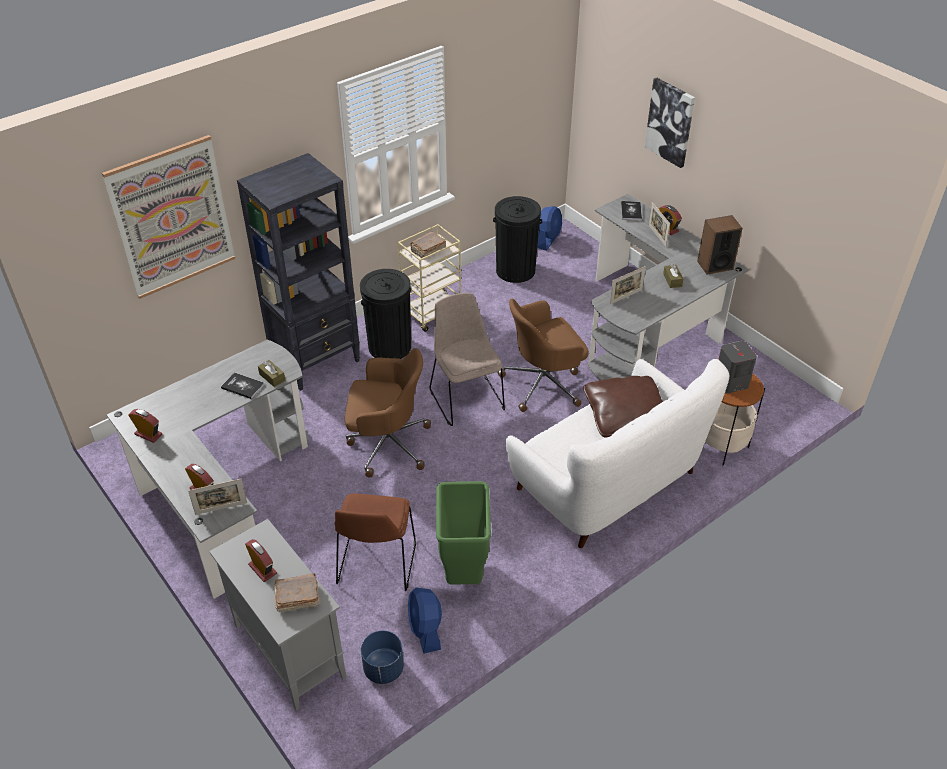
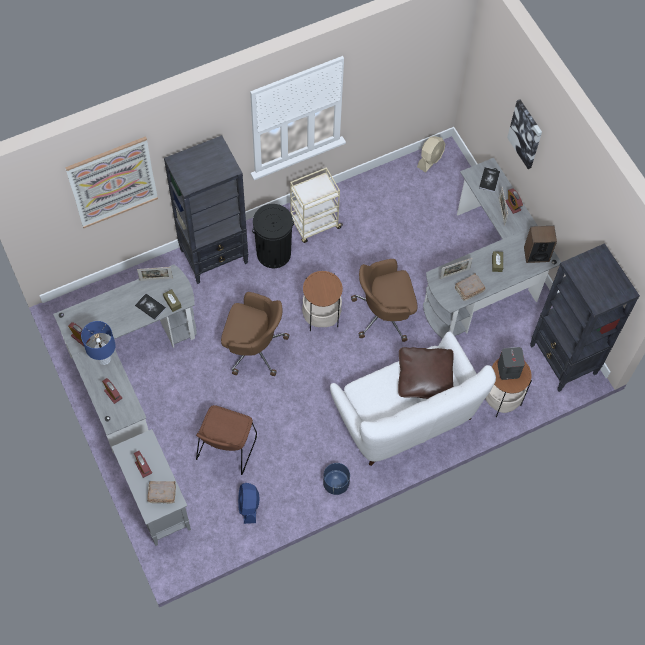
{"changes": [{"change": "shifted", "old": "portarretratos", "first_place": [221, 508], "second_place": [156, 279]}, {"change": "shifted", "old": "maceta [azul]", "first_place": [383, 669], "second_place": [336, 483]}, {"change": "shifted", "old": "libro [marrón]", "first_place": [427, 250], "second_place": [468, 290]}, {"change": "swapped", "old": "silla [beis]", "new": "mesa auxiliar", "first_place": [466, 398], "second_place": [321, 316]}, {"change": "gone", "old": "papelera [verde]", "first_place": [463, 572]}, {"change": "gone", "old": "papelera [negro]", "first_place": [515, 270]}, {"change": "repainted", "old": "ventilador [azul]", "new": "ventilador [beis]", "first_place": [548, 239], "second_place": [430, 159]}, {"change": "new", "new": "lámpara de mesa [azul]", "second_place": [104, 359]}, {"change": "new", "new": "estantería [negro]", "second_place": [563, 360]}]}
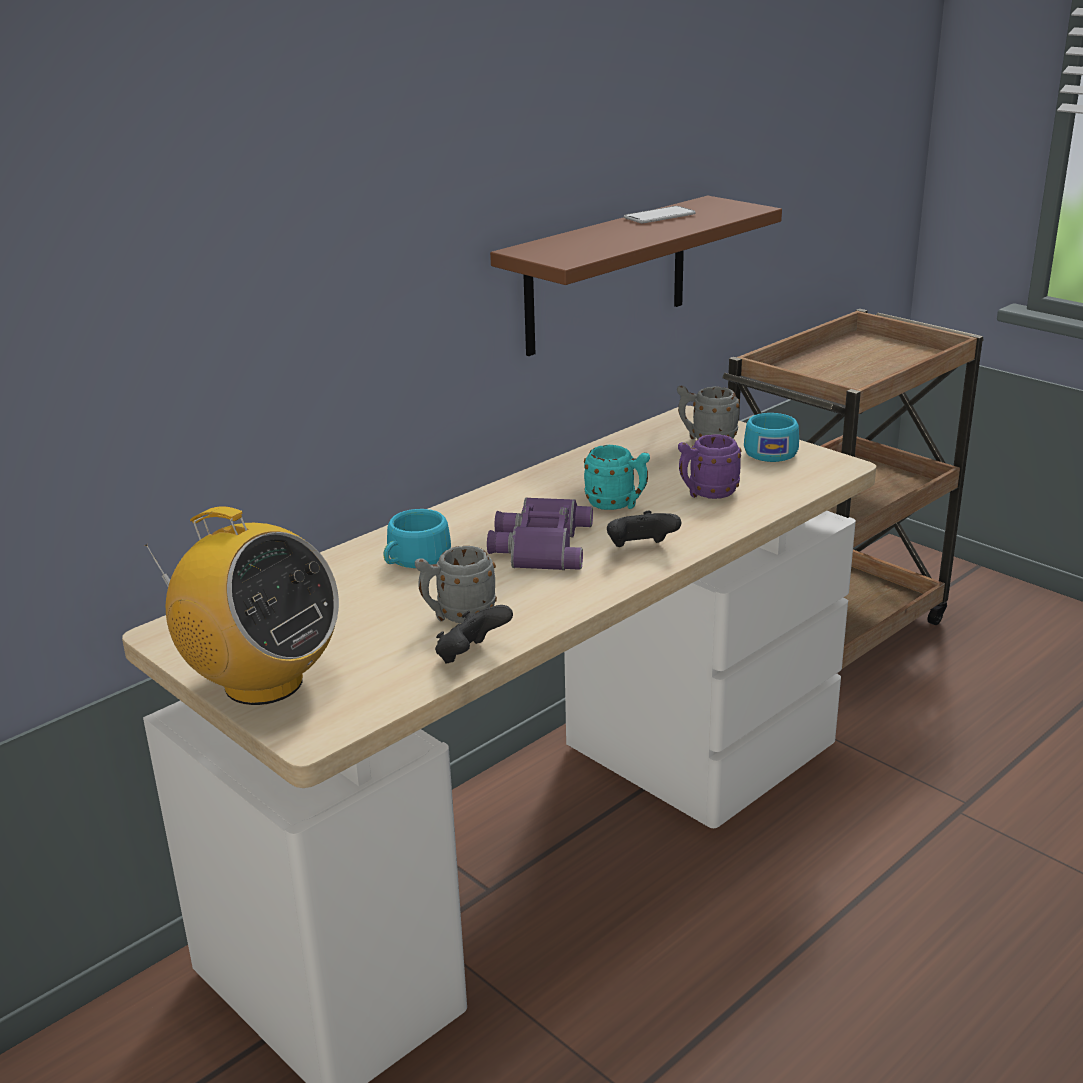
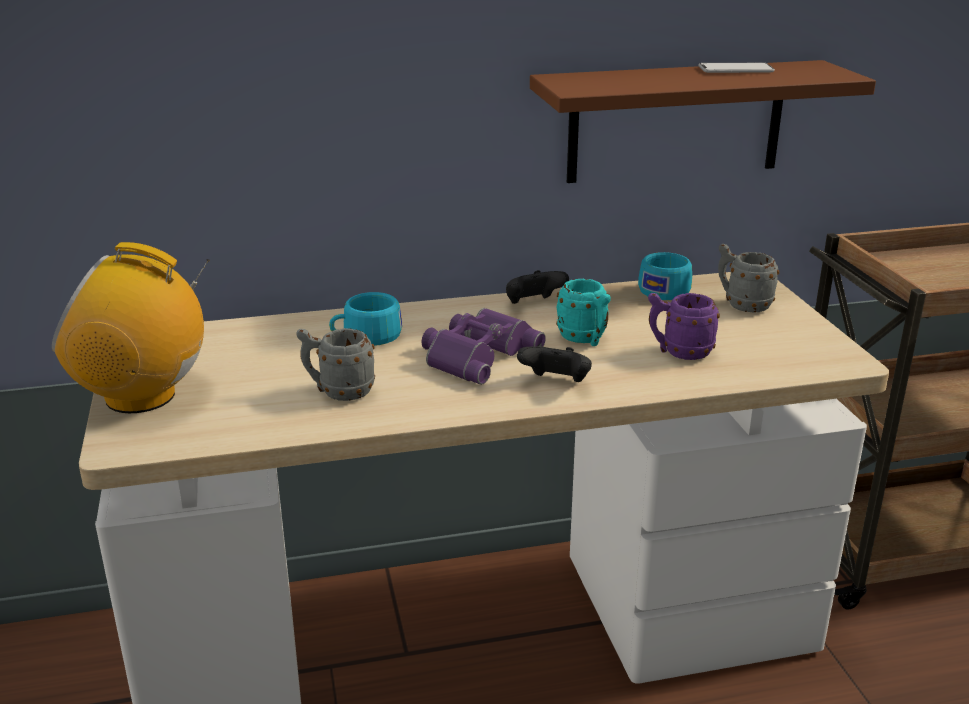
{"changes": [{"change": "rotated", "old": "radio", "first_place": [262, 683], "second_place": [142, 396], "degrees": 120}, {"change": "shifted", "old": "mando de consola [negro]", "first_place": [471, 656], "second_place": [533, 304]}, {"change": "shifted", "old": "taza [turquesa]", "first_place": [770, 451], "second_place": [667, 290]}]}
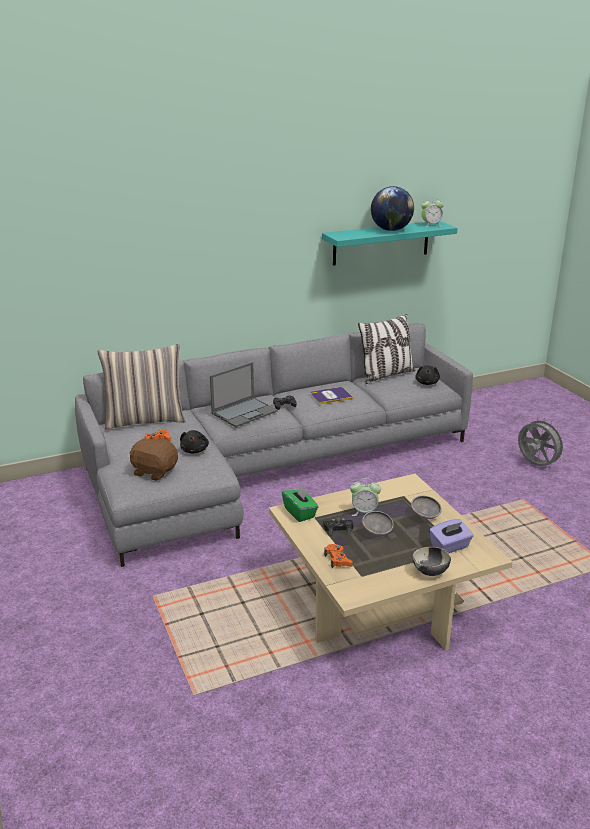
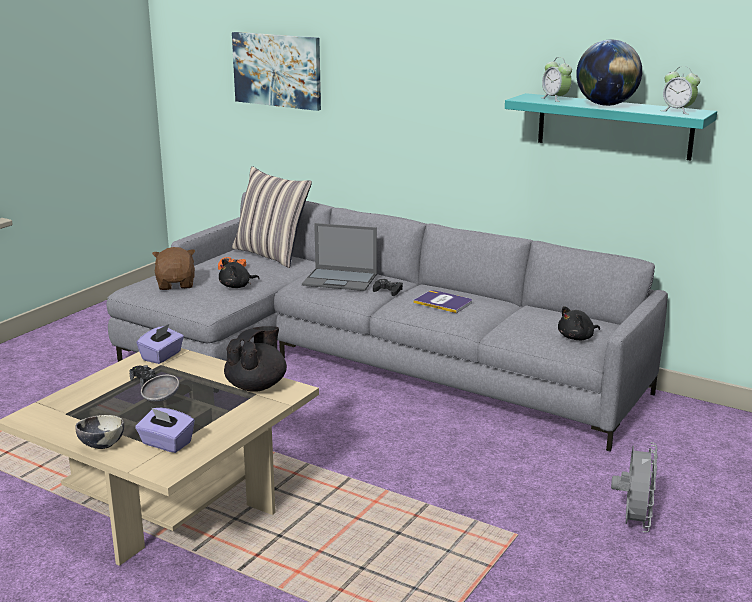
{"changes": [{"change": "repainted", "old": "caja de pañuelos [verde]", "new": "caja de pañuelos [morado]", "first_place": [300, 513], "second_place": [162, 356]}, {"change": "gone", "old": "mando de consola [naranja]", "first_place": [338, 560]}, {"change": "shifted", "old": "despertador", "first_place": [364, 512], "second_place": [555, 99]}, {"change": "gone", "old": "cojín", "first_place": [386, 375]}, {"change": "gone", "old": "cuenco [gris]", "first_place": [425, 516]}, {"change": "new", "new": "tetera [negro]", "second_place": [257, 386]}, {"change": "new", "new": "cuadro", "second_place": [277, 70]}]}
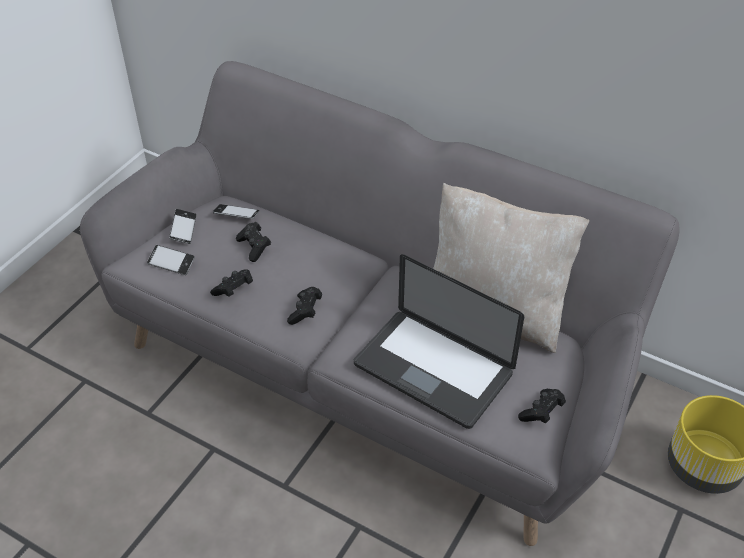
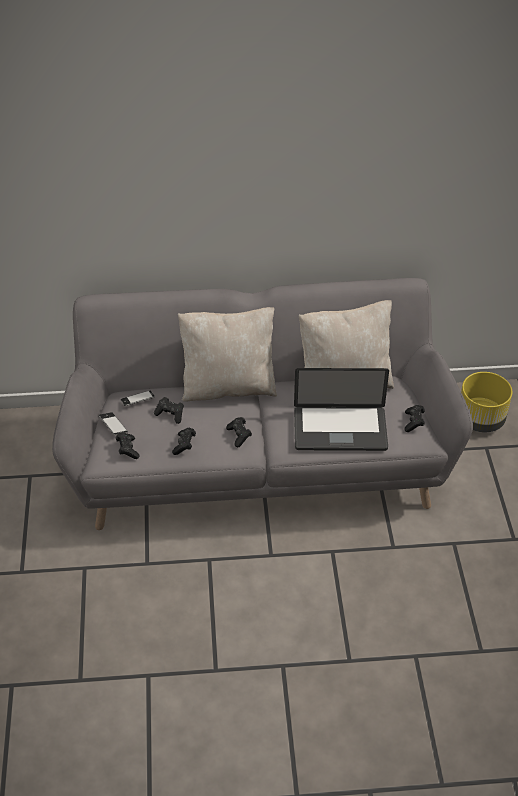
{"changes": [{"change": "swapped", "old": "móvil", "new": "mando de consola [negro]", "first_place": [171, 263], "second_place": [127, 449]}, {"change": "new", "new": "cojín [beis]", "second_place": [228, 386]}]}
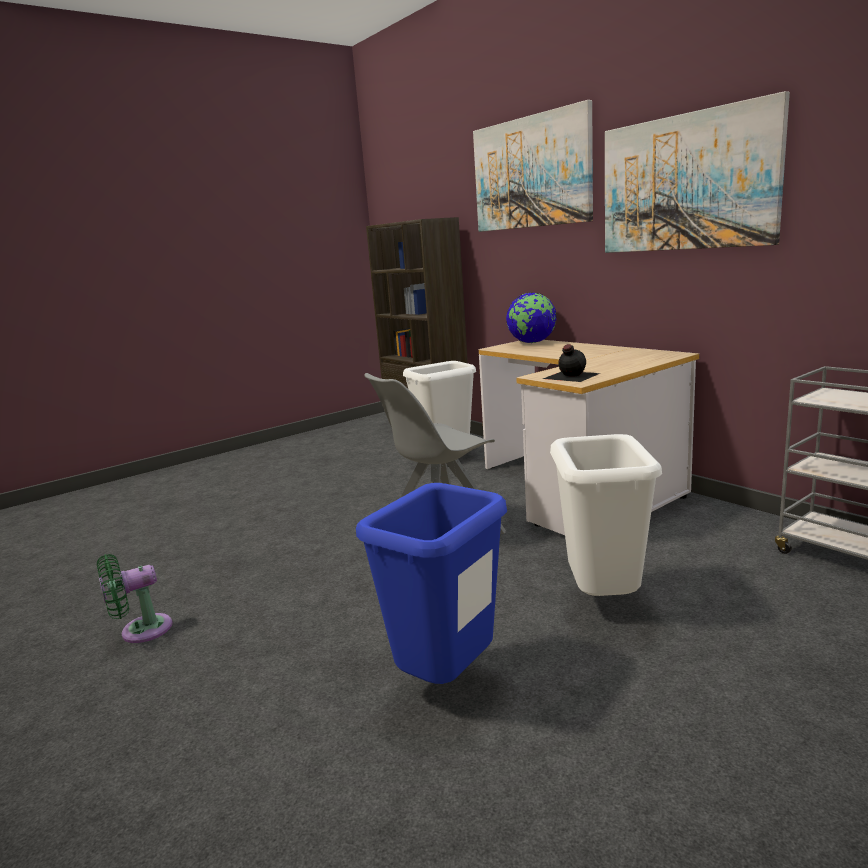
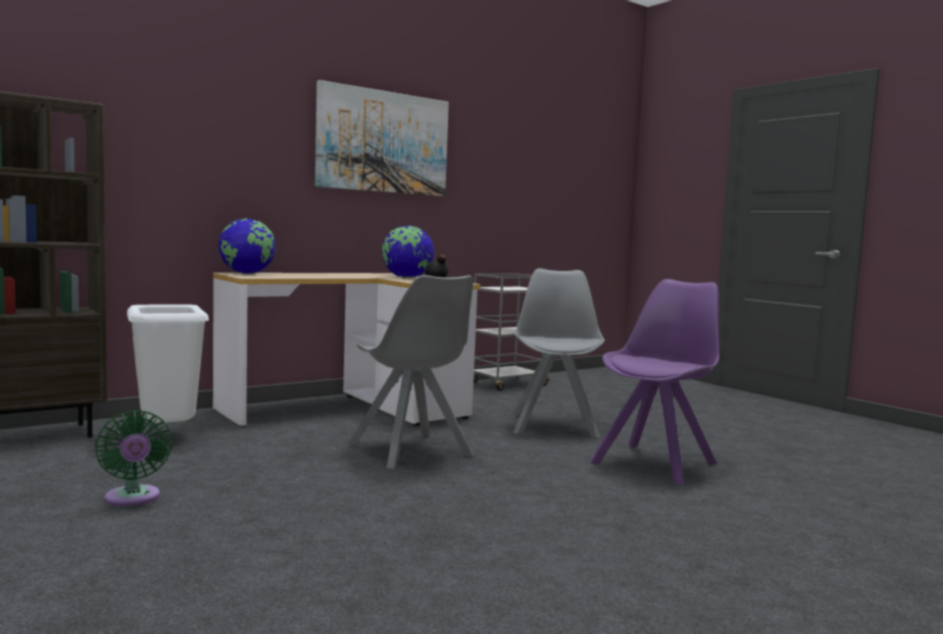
{"changes": [{"change": "shifted", "old": "ventilador [verde]", "first_place": [141, 631], "second_place": [133, 499]}, {"change": "swapped", "old": "papelera [azul]", "new": "silla [morado]", "first_place": [446, 683], "second_place": [656, 462]}, {"change": "gone", "old": "cuadro", "first_place": [531, 173]}, {"change": "swapped", "old": "papelera [blanco]", "new": "silla [gris]", "first_place": [603, 602], "second_place": [554, 425]}, {"change": "new", "new": "globo terráqueo", "second_place": [406, 278]}]}
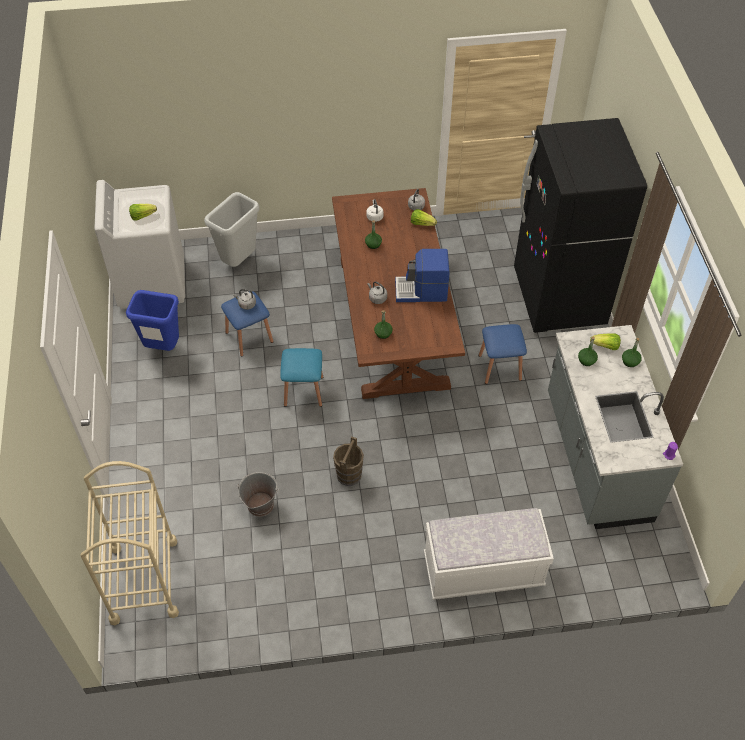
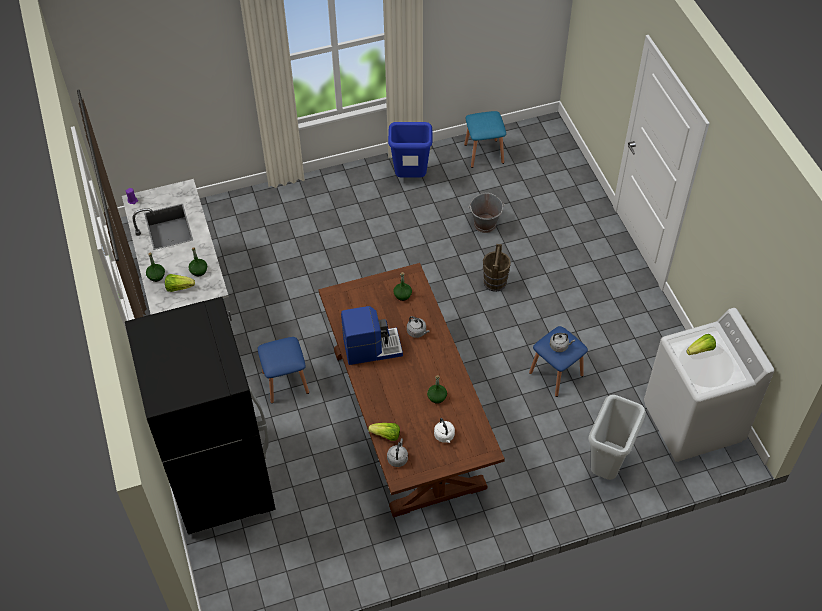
{"changes": [{"change": "gone", "old": "carrito [beis]", "first_place": [144, 580]}, {"change": "shifted", "old": "papelera [azul]", "first_place": [162, 348], "second_place": [411, 177]}, {"change": "shifted", "old": "taburete [azul]", "first_place": [303, 391], "second_place": [484, 153]}, {"change": "shifted", "old": "cubo [marrón]", "first_place": [348, 475], "second_place": [495, 282]}, {"change": "gone", "old": "banco [blanco]", "first_place": [483, 571]}]}
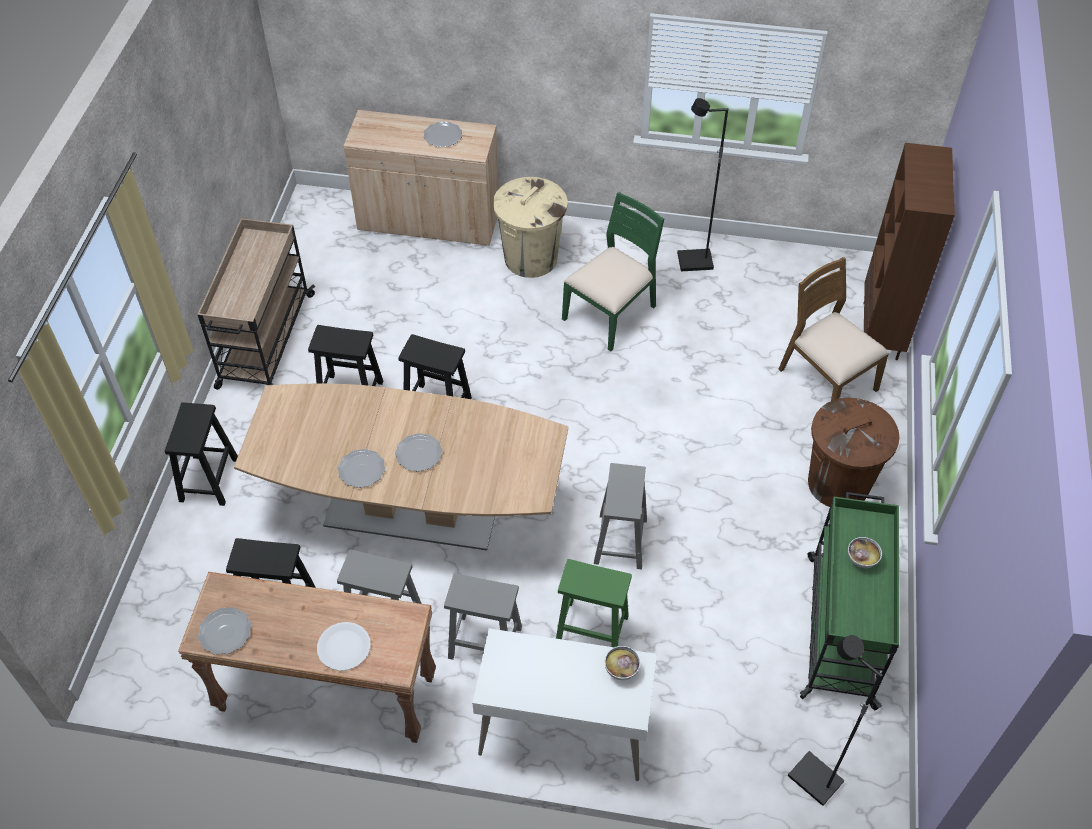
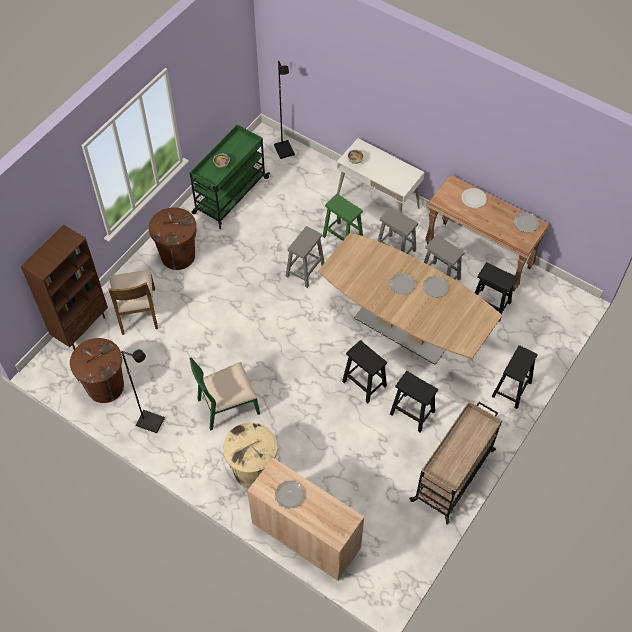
{"changes": [{"change": "new", "new": "papelera [marrón]", "second_place": [105, 386]}]}
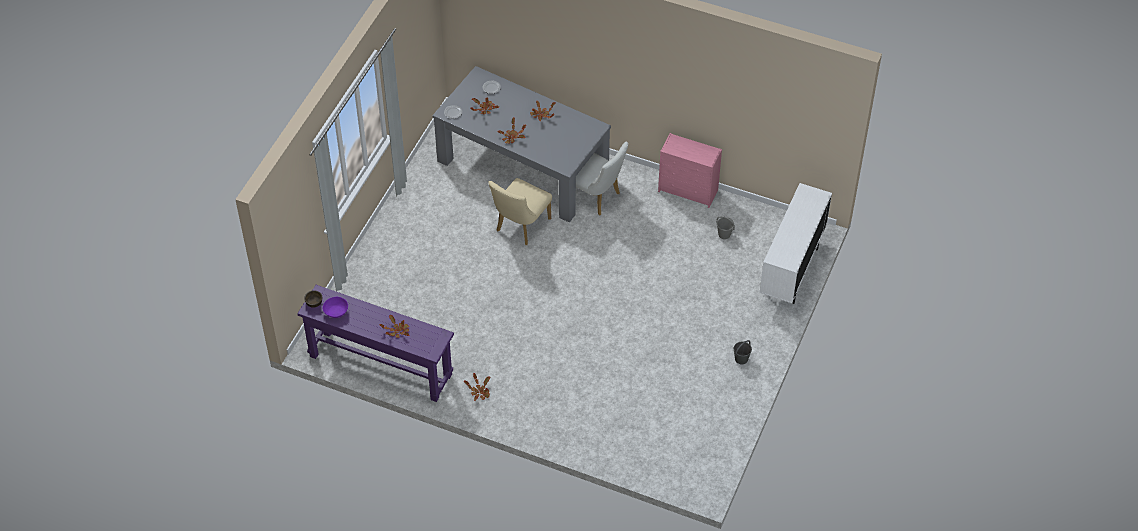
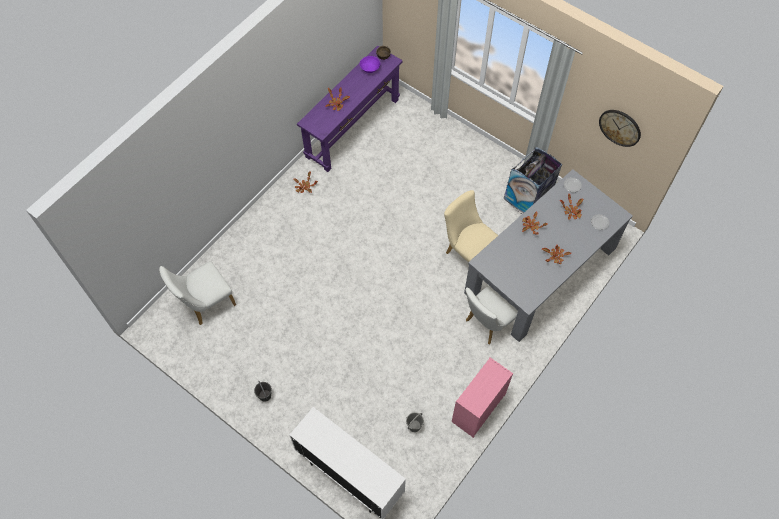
{"changes": [{"change": "new", "new": "silla [blanco]", "second_place": [205, 304]}, {"change": "new", "new": "papelera", "second_place": [528, 197]}, {"change": "new", "new": "reloj de pared", "second_place": [620, 127]}]}
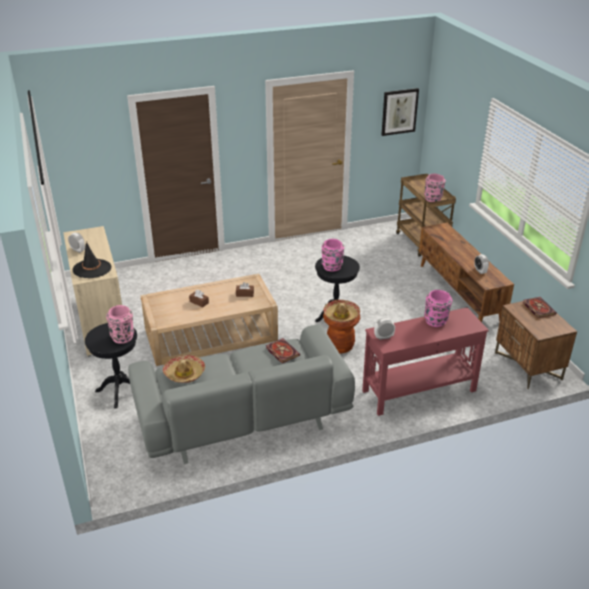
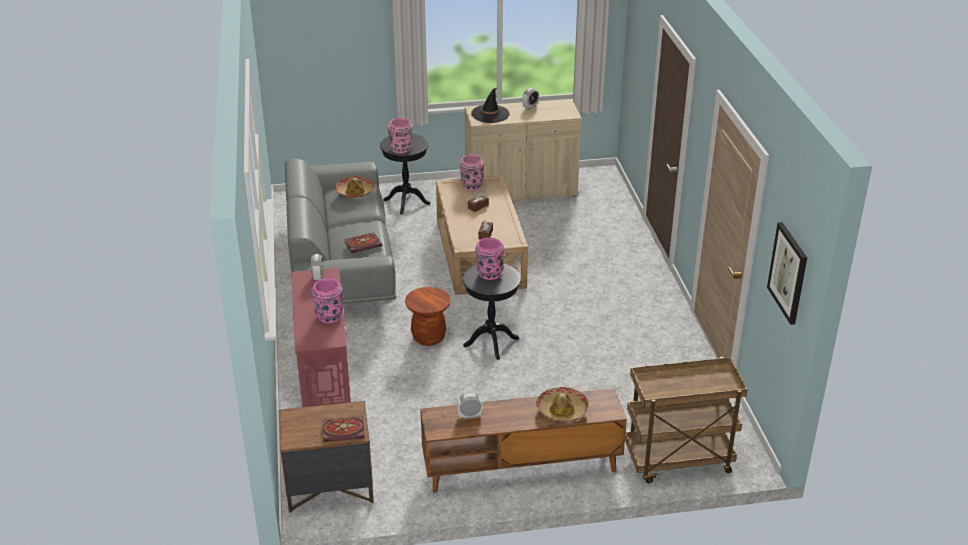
{"changes": [{"change": "shifted", "old": "sombrero", "first_place": [341, 315], "second_place": [562, 410]}, {"change": "shifted", "old": "florero [rosa]", "first_place": [433, 199], "second_place": [471, 186]}]}
